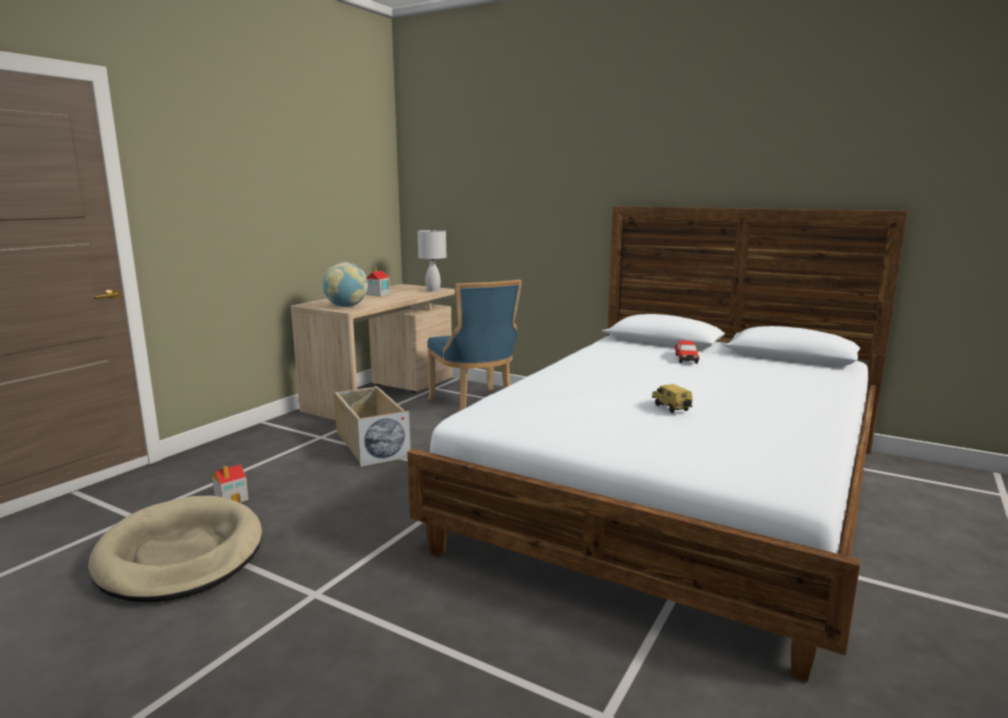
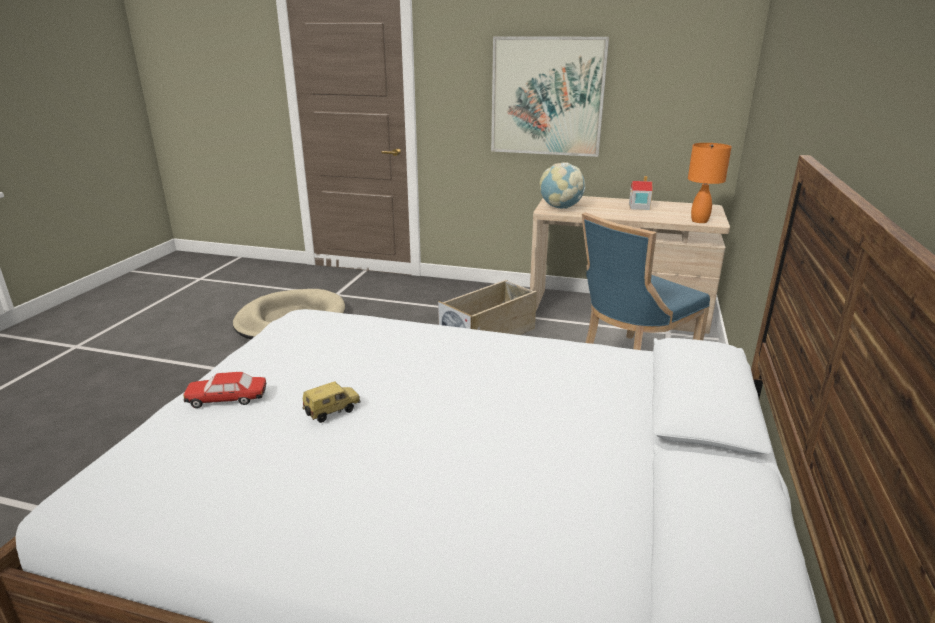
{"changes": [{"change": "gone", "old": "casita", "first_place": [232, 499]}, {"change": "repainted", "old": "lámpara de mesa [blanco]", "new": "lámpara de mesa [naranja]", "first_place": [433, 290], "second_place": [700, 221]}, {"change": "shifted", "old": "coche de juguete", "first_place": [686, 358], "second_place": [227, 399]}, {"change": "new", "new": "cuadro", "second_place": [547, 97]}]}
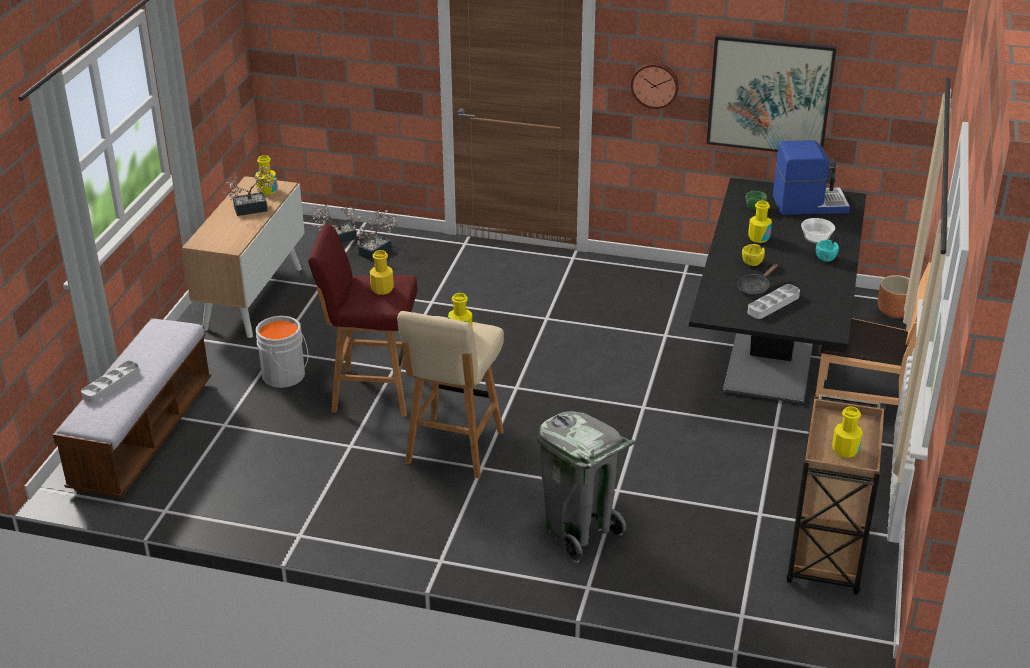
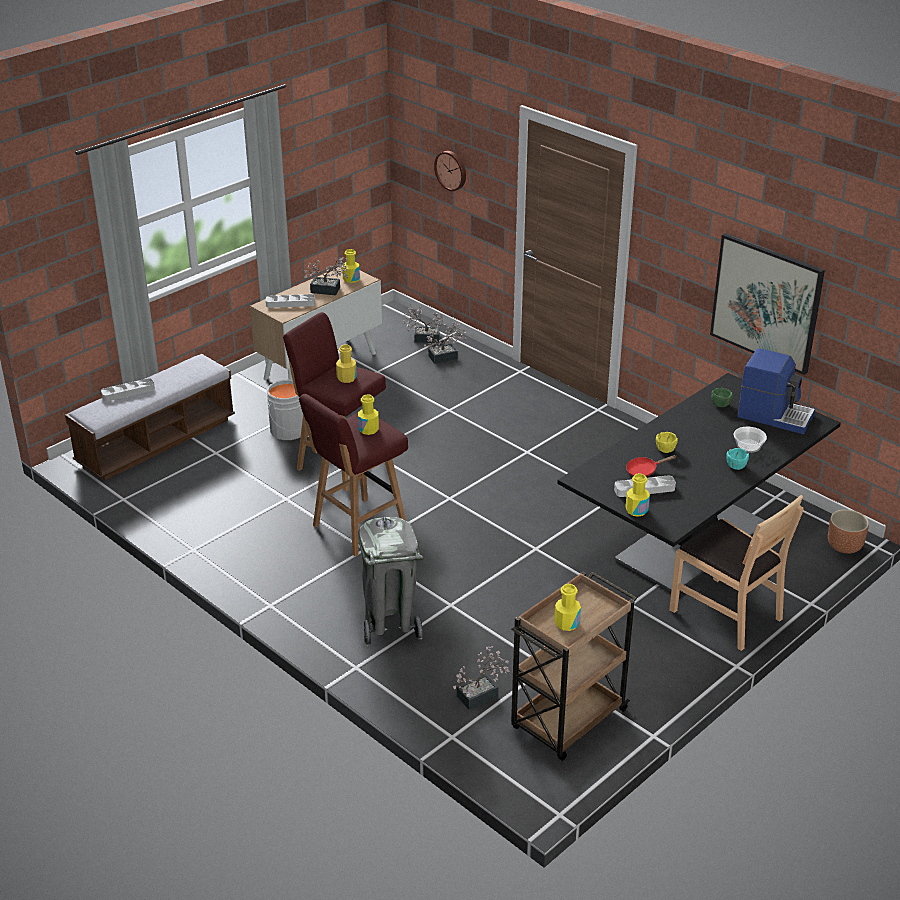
{"changes": [{"change": "repainted", "old": "taburete [beis]", "new": "taburete [rojo]", "first_place": [453, 449], "second_place": [357, 527]}, {"change": "shifted", "old": "reloj de pared", "first_place": [655, 84], "second_place": [451, 170]}, {"change": "repainted", "old": "sartén [negro]", "new": "sartén [rojo]", "first_place": [755, 288], "second_place": [644, 470]}, {"change": "shifted", "old": "botella [amarillo]", "first_place": [758, 238], "second_place": [636, 510]}, {"change": "new", "new": "bandeja [gris]", "second_place": [290, 303]}, {"change": "new", "new": "planta en maceta", "second_place": [481, 695]}]}
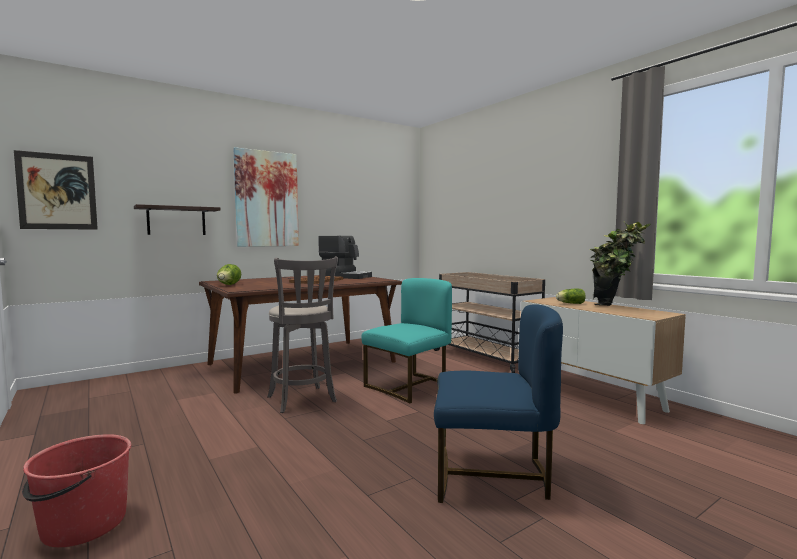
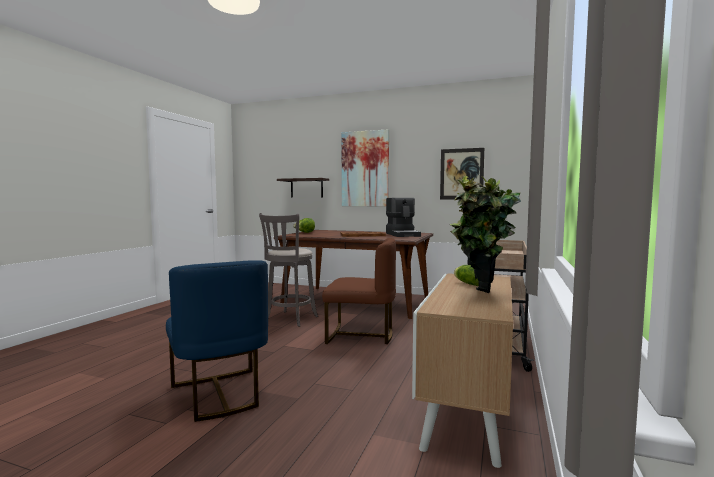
{"changes": [{"change": "shifted", "old": "cuadro", "first_place": [57, 191], "second_place": [461, 174]}, {"change": "gone", "old": "cubo [rojo]", "first_place": [83, 525]}, {"change": "repainted", "old": "silla [turquesa]", "new": "silla [marrón]", "first_place": [409, 386], "second_place": [360, 335]}]}
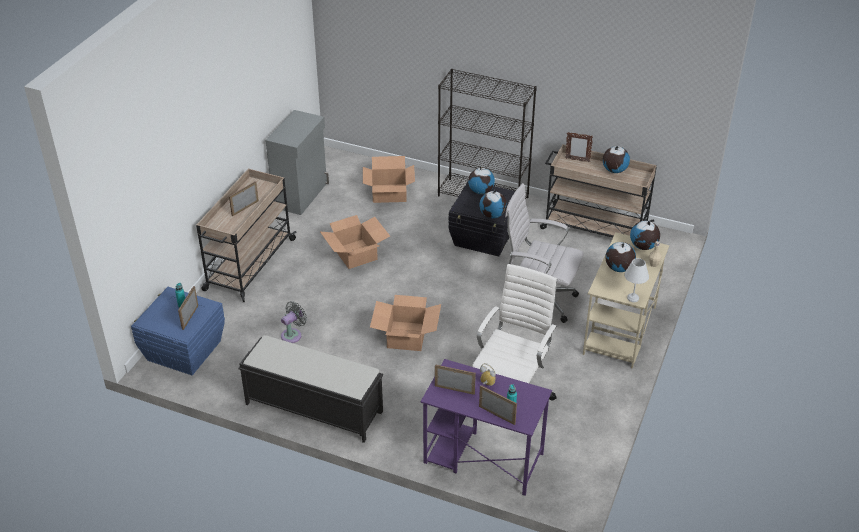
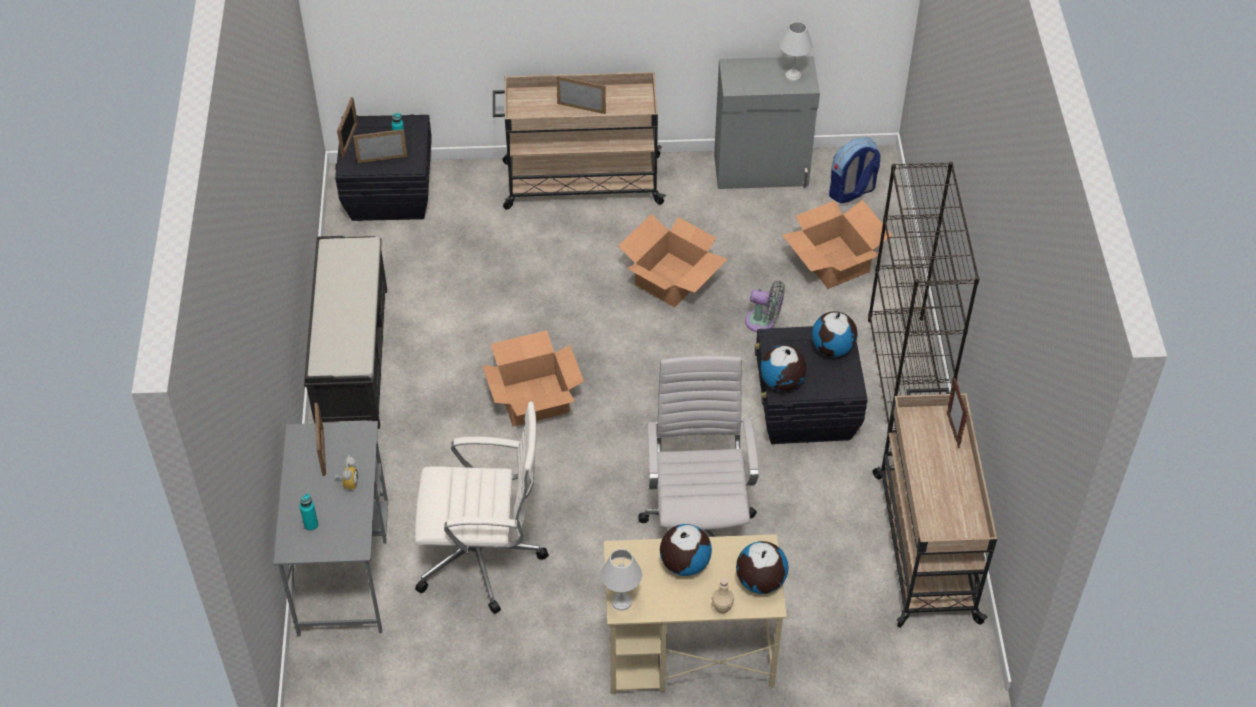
{"changes": [{"change": "repainted", "old": "caja de almacenaje [azul]", "new": "caja de almacenaje [negro]", "first_place": [183, 351], "second_place": [389, 193]}, {"change": "shifted", "old": "ventilador [gris]", "first_place": [293, 334], "second_place": [763, 322]}, {"change": "repainted", "old": "escritorio [morado]", "new": "escritorio [gris]", "first_place": [482, 458], "second_place": [344, 566]}, {"change": "shifted", "old": "portarretratos", "first_place": [497, 415], "second_place": [349, 140]}, {"change": "gone", "old": "globo terráqueo", "first_place": [614, 170]}, {"change": "new", "new": "lámpara de mesa [blanco]", "second_place": [792, 76]}, {"change": "new", "new": "mochila", "second_place": [851, 192]}]}
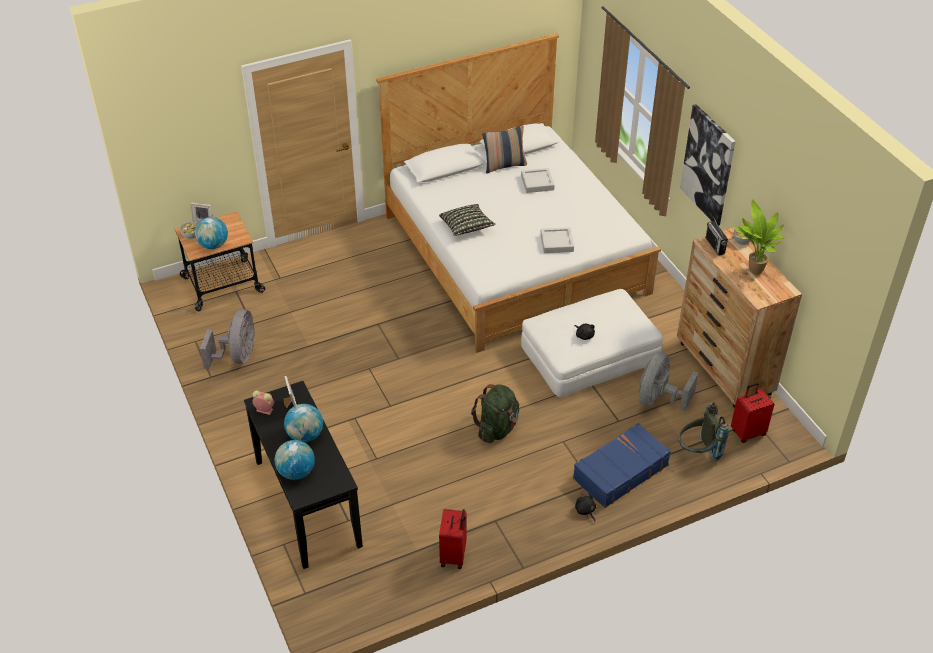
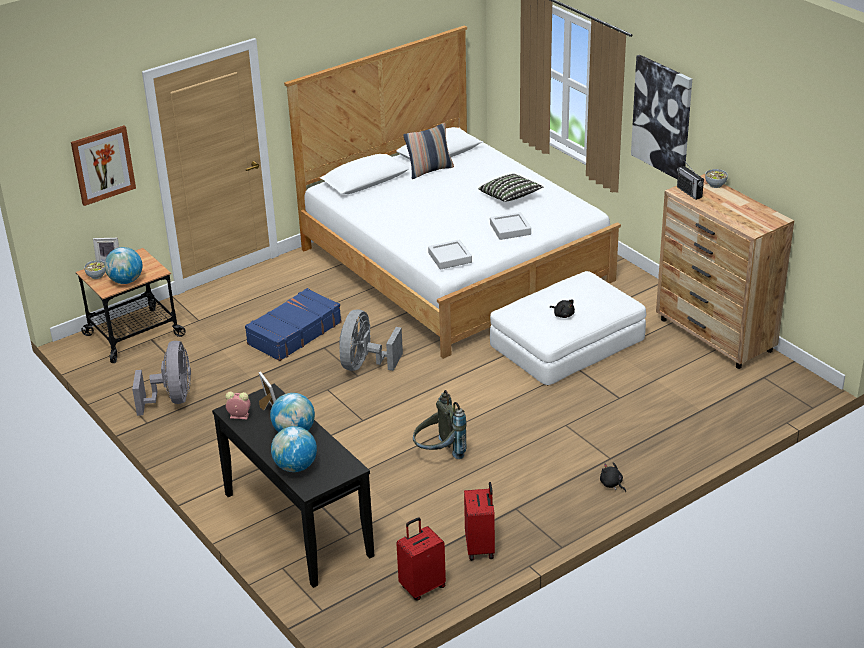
{"changes": [{"change": "shifted", "old": "cojín", "first_place": [466, 227], "second_place": [510, 197]}, {"change": "gone", "old": "mochila [verde]", "first_place": [497, 428]}, {"change": "shifted", "old": "bandeja [gris]", "first_place": [537, 183], "second_place": [450, 258]}, {"change": "shifted", "old": "maleta [azul]", "first_place": [620, 472], "second_place": [294, 333]}, {"change": "shifted", "old": "ventilador [gris]", "first_place": [658, 399], "second_place": [365, 365]}, {"change": "shifted", "old": "mochila [gris]", "first_place": [698, 452], "second_place": [439, 454]}, {"change": "shifted", "old": "maleta [rojo]", "first_place": [747, 432], "second_place": [422, 586]}, {"change": "gone", "old": "planta en maceta", "first_place": [753, 271]}, {"change": "new", "new": "cuadro", "second_place": [103, 165]}]}
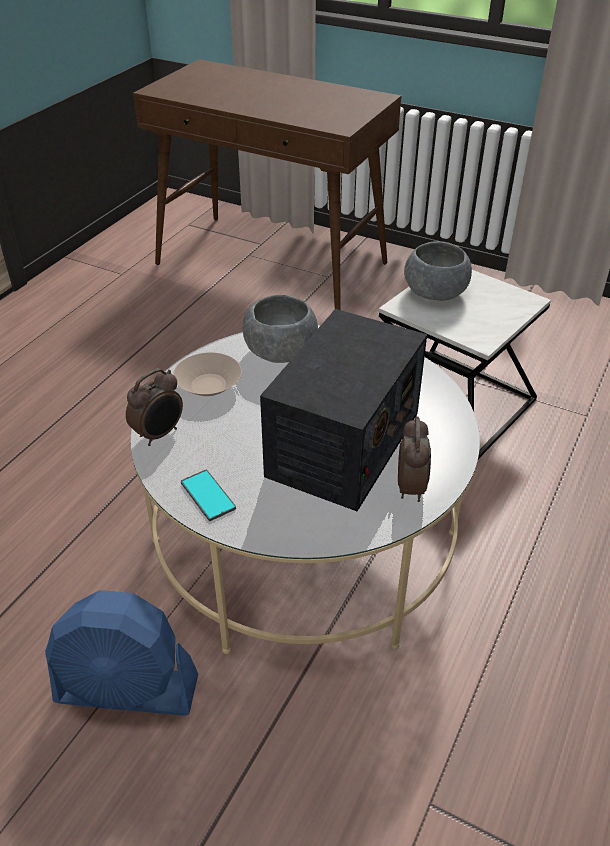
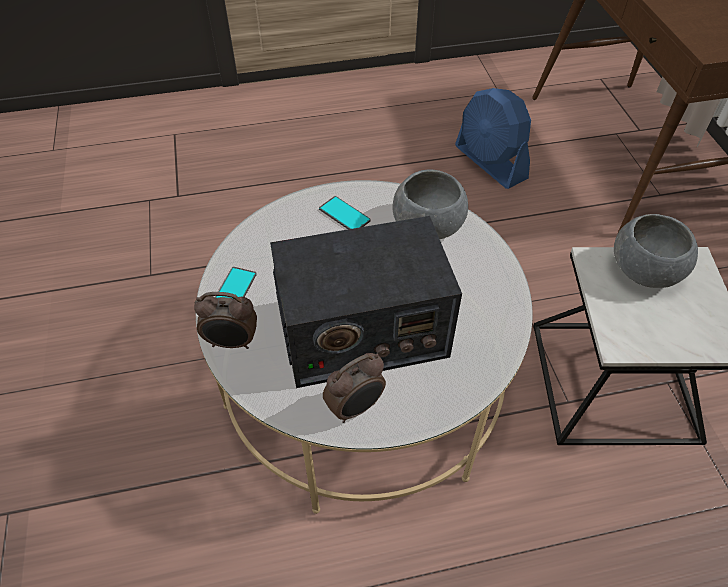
{"changes": [{"change": "shifted", "old": "ventilador [azul]", "first_place": [127, 689], "second_place": [490, 162]}, {"change": "shifted", "old": "despertador", "first_place": [159, 434], "second_place": [232, 342]}, {"change": "swapped", "old": "cuenco [beis]", "new": "móvil", "first_place": [209, 387], "second_place": [344, 215]}]}
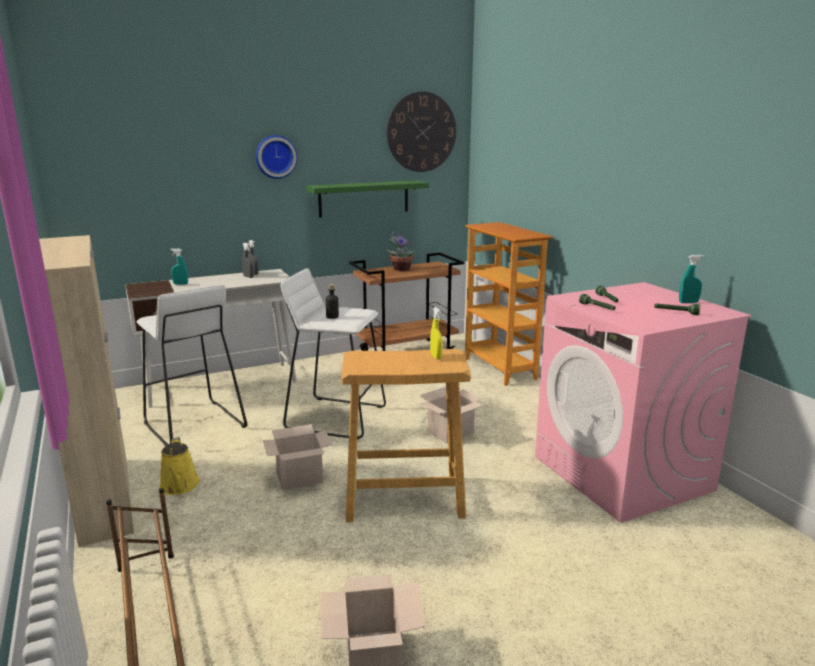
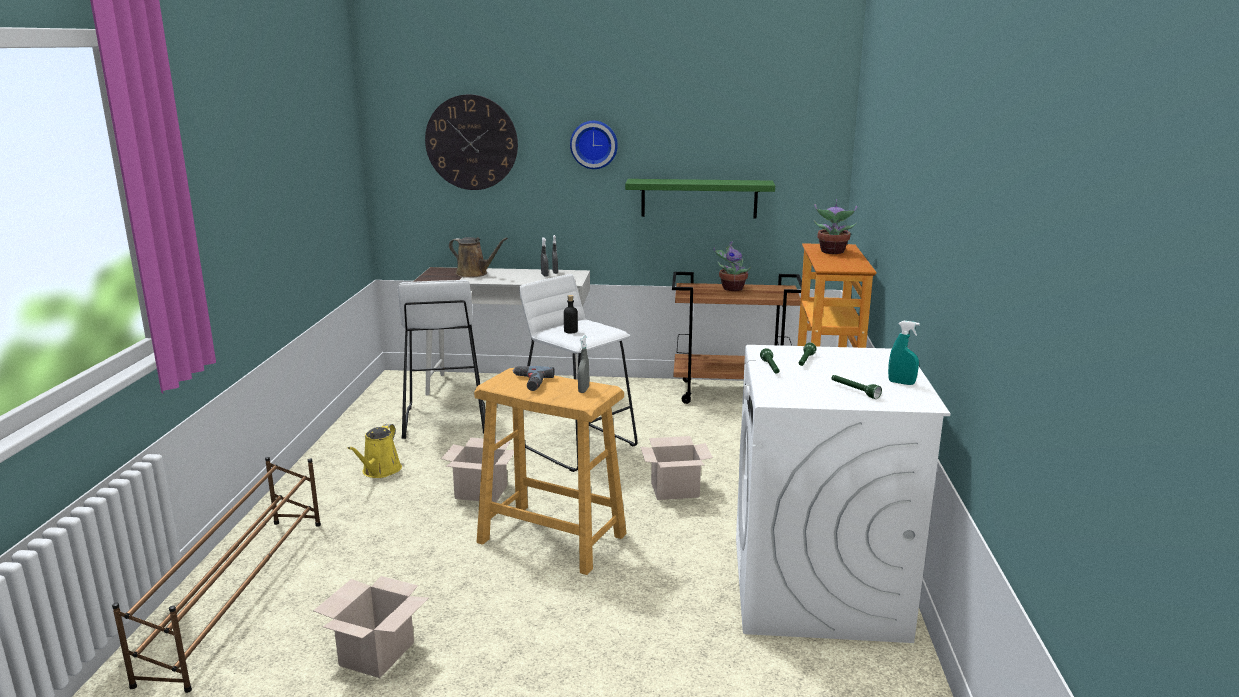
{"changes": [{"change": "gone", "old": "armario [beis]", "first_place": [105, 497]}, {"change": "swapped", "old": "pulverizador [turquesa]", "new": "regadera [marrón]", "first_place": [180, 284], "second_place": [474, 274]}, {"change": "shifted", "old": "reloj de pared", "first_place": [421, 132], "second_place": [471, 142]}, {"change": "repainted", "old": "pulverizador [amarillo]", "new": "pulverizador [gris]", "first_place": [436, 357], "second_place": [583, 390]}, {"change": "repainted", "old": "lavadora [rosa]", "new": "lavadora [blanco]", "first_place": [622, 473], "second_place": [817, 588]}, {"change": "new", "new": "taladro", "second_place": [529, 383]}, {"change": "new", "new": "planta en maceta", "second_place": [832, 252]}]}
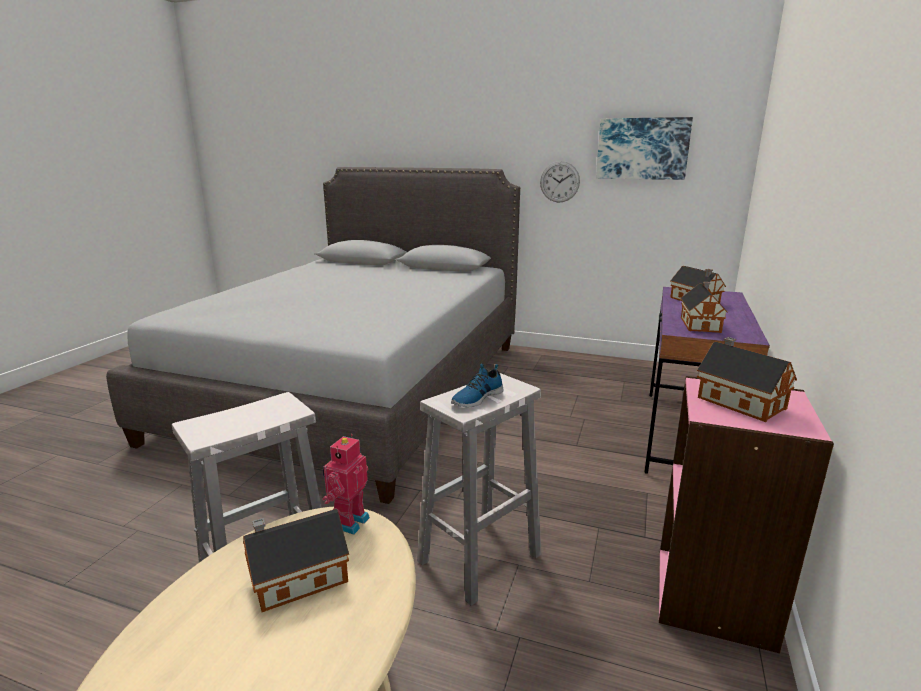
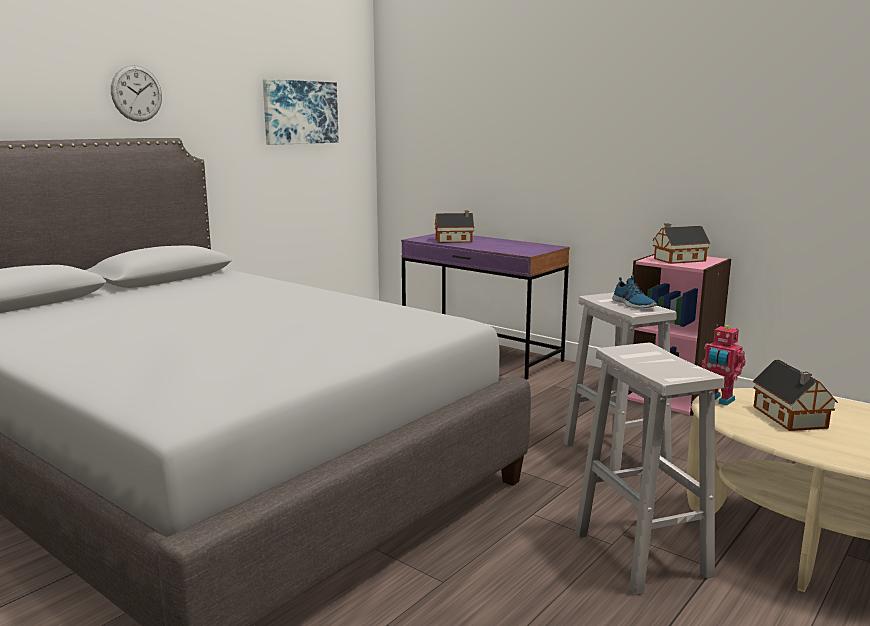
{"changes": [{"change": "shifted", "old": "reloj de pared", "first_place": [559, 182], "second_place": [136, 93]}, {"change": "gone", "old": "casita", "first_place": [700, 324]}]}
